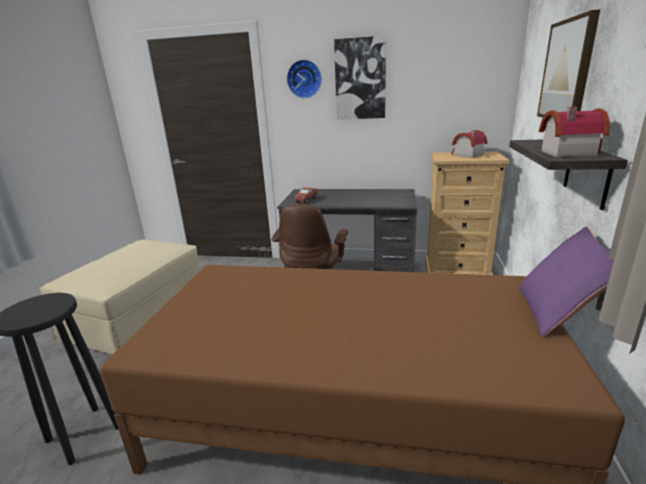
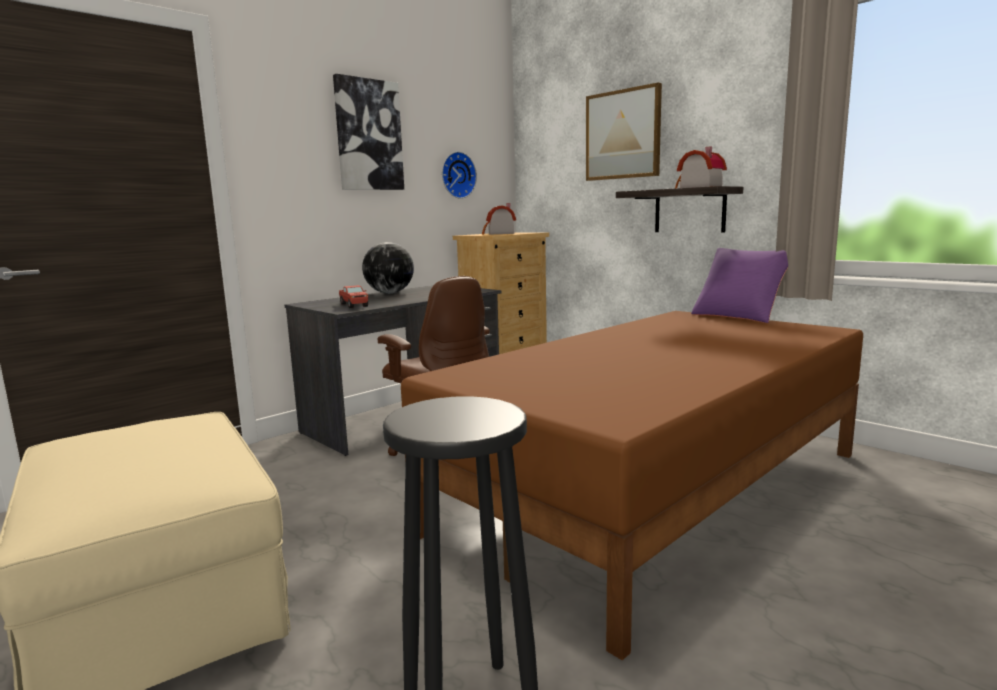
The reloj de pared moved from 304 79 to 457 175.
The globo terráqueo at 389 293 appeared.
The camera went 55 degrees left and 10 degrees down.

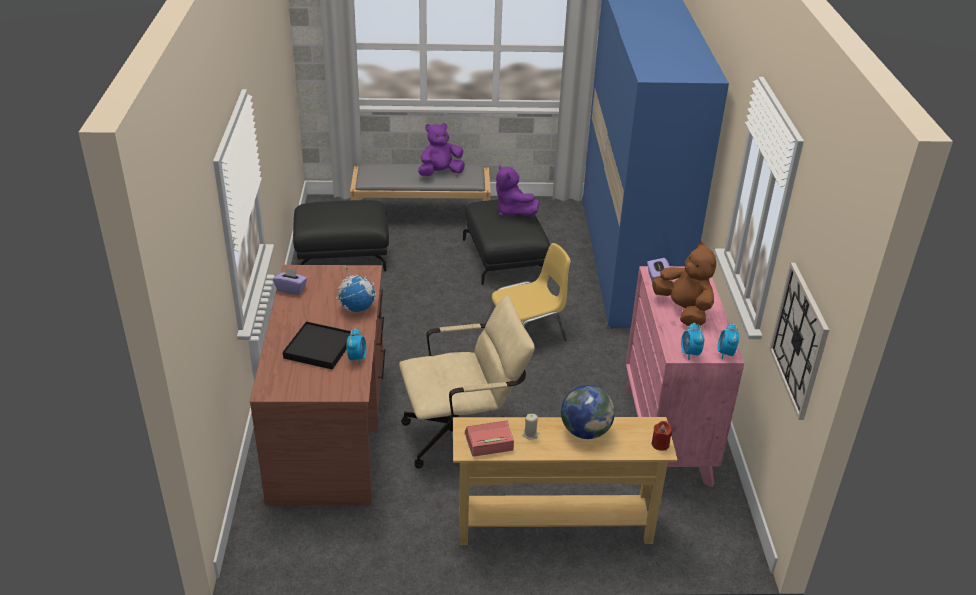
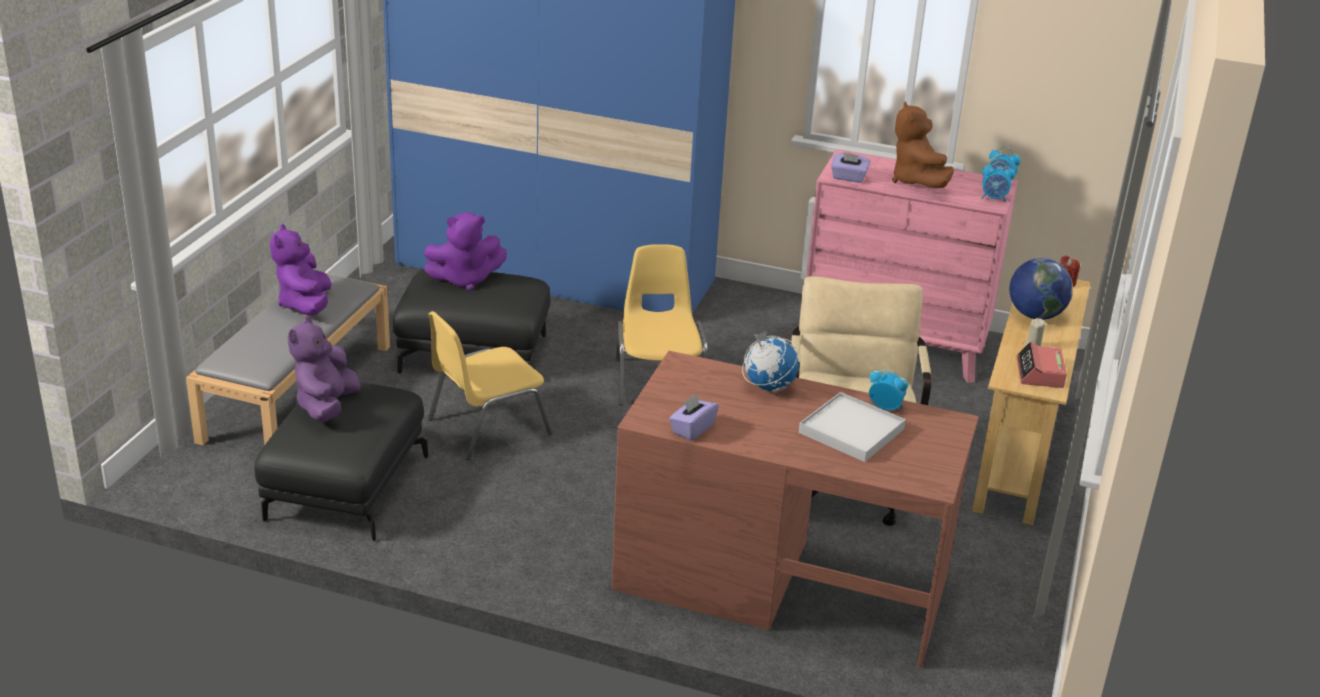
The bandeja [negro] at 319 348 became the bandeja [blanco] at 851 431.
The peluche [marrón] at 684 310 turned 90 degrees counterclockwise.
The reloj de pared at 799 340 disappeared.
The peluche [morado] at 326 406 appeared.
The silla [amarillo] at 486 427 appeared.
The camera went 70 degrees left and 5 degrees down.

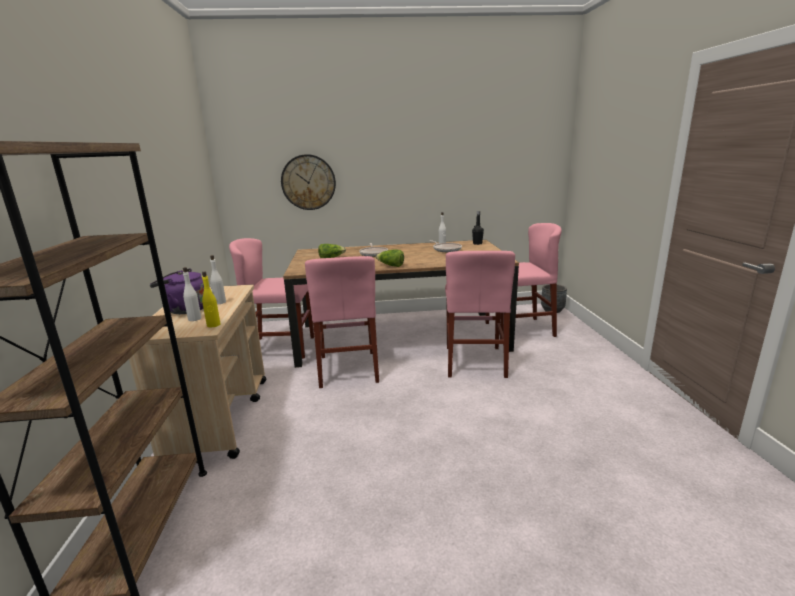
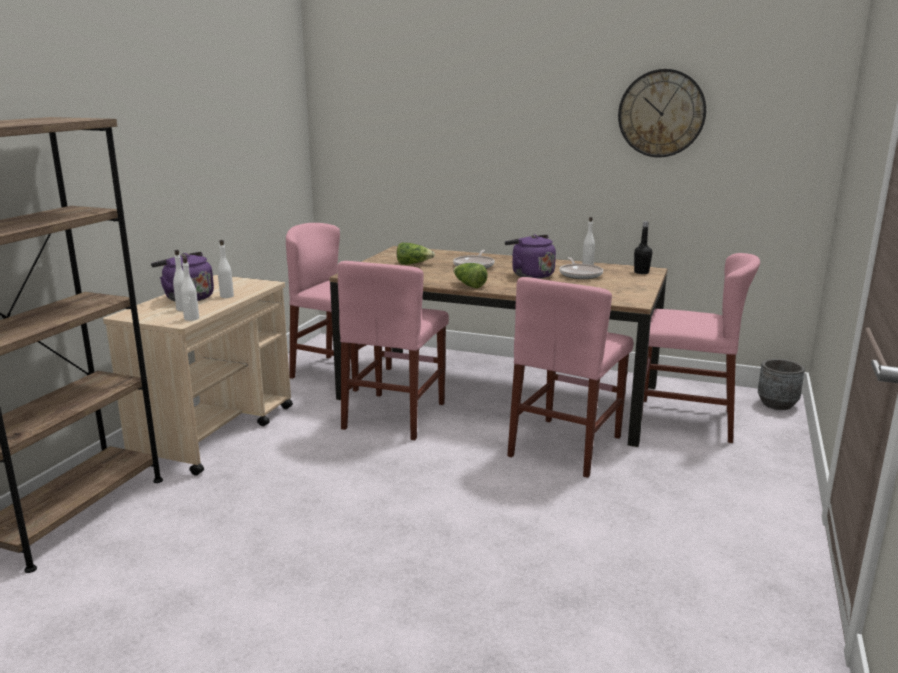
The botella [amarillo] at 213 325 became the botella [blanco] at 191 318.
The reloj de pared moved from 308 182 to 661 113.
The hervidor [morado] at 530 275 appeared.
The camera went 25 degrees right and 0 degrees up.

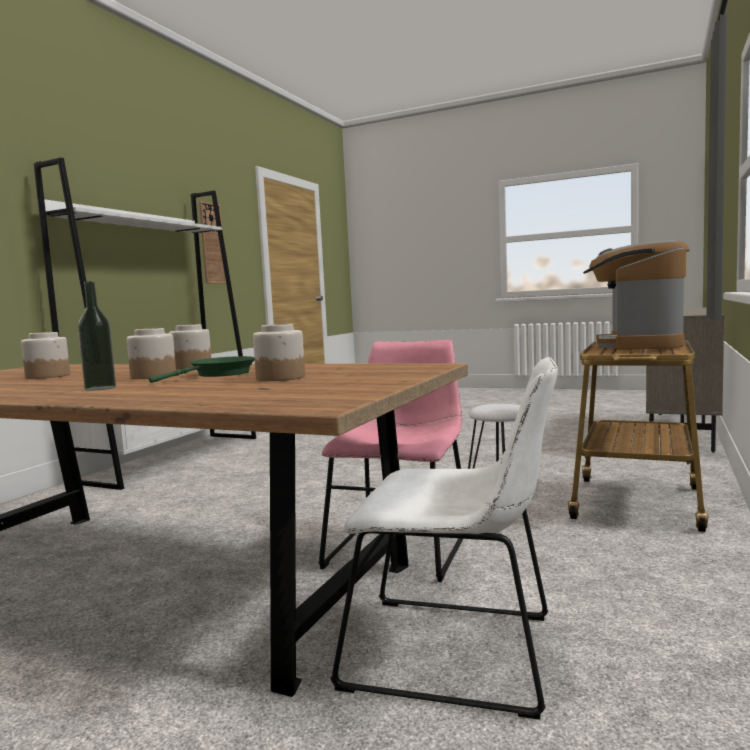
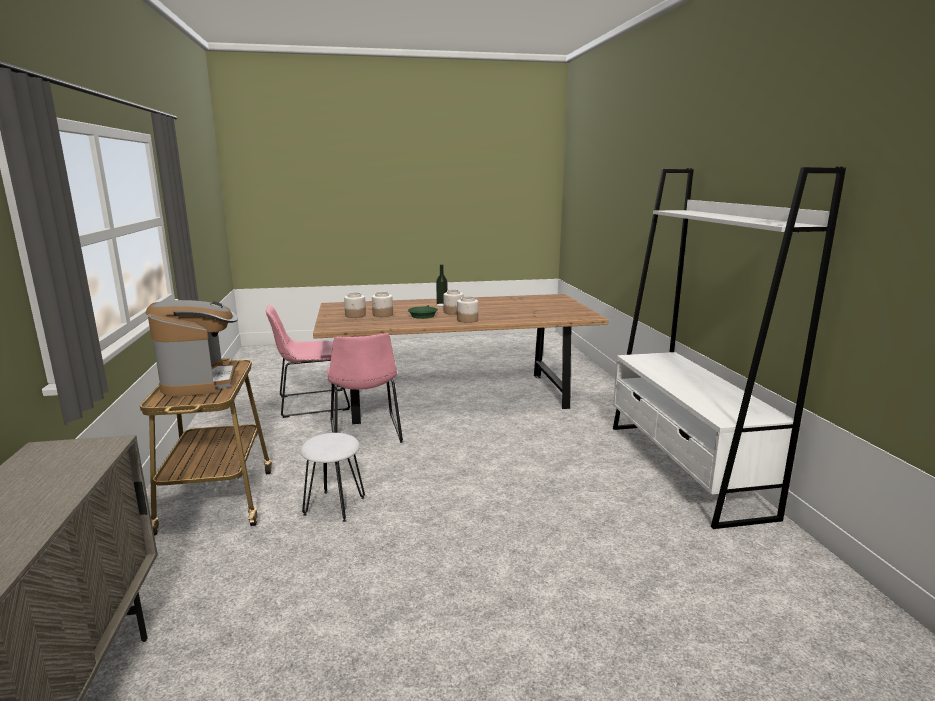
The tarro moved from 48 376 to 355 315.
The reloj de pared at 212 243 disappeared.
The silla [blanco] at 460 653 became the silla [rosa] at 310 403.
The camera went 145 degrees right and 10 degrees up.

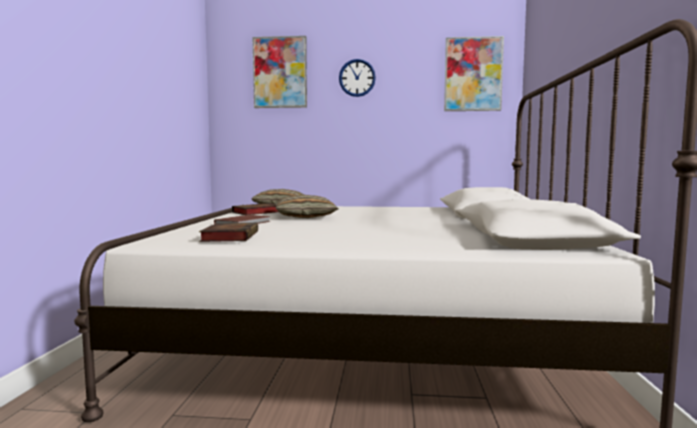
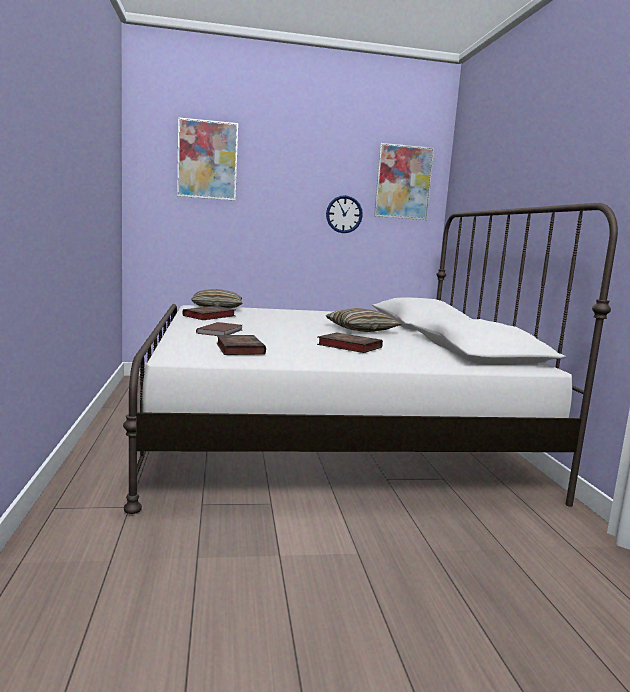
The cojín moved from 305 216 to 361 330.
The reloj de pared moved from 357 78 to 344 214.
The libro at 347 346 appeared.
The camera went 15 degrees left and 5 degrees up.

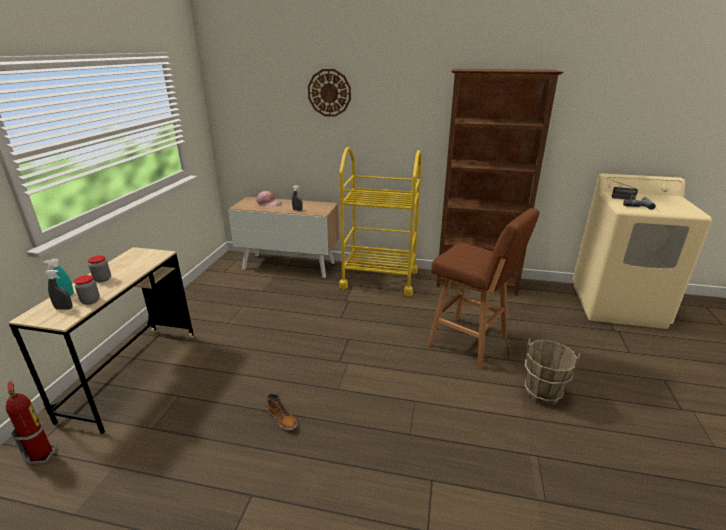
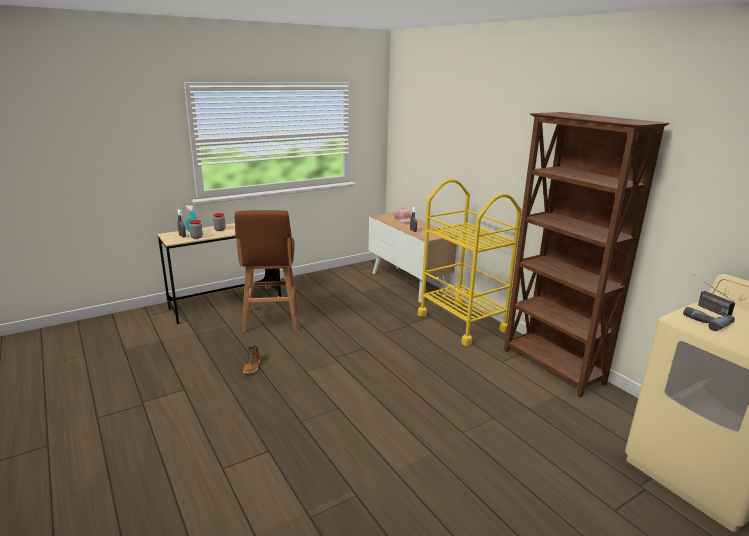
The extintor at 42 455 disappeared.
The reloj de pared at 329 93 disappeared.
The taburete [marrón] moved from 470 343 to 271 321.
The cubo [marrón] at 542 393 disappeared.
The camera went 45 degrees right and 5 degrees down.

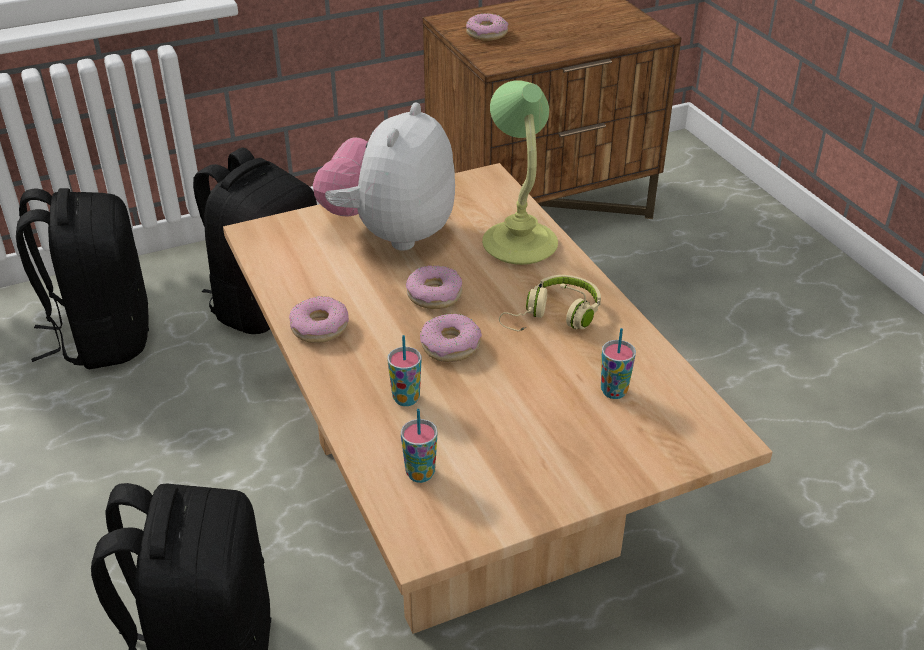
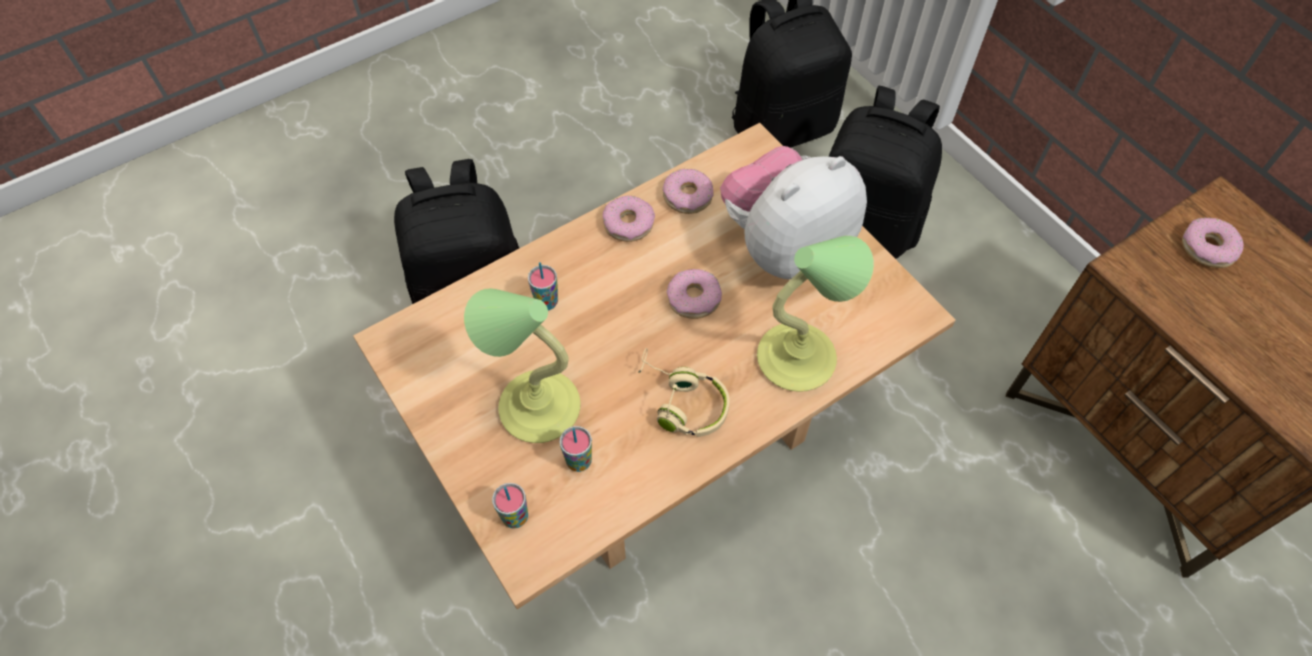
The peluche at 391 233 turned 45 degrees counterclockwise.
The taza moved from 420 473 to 515 517.
The rosquilla moved from 450 346 to 687 196.
The lámpara de mesa at 536 405 appeared.
The camera went 80 degrees right and 20 degrees up.

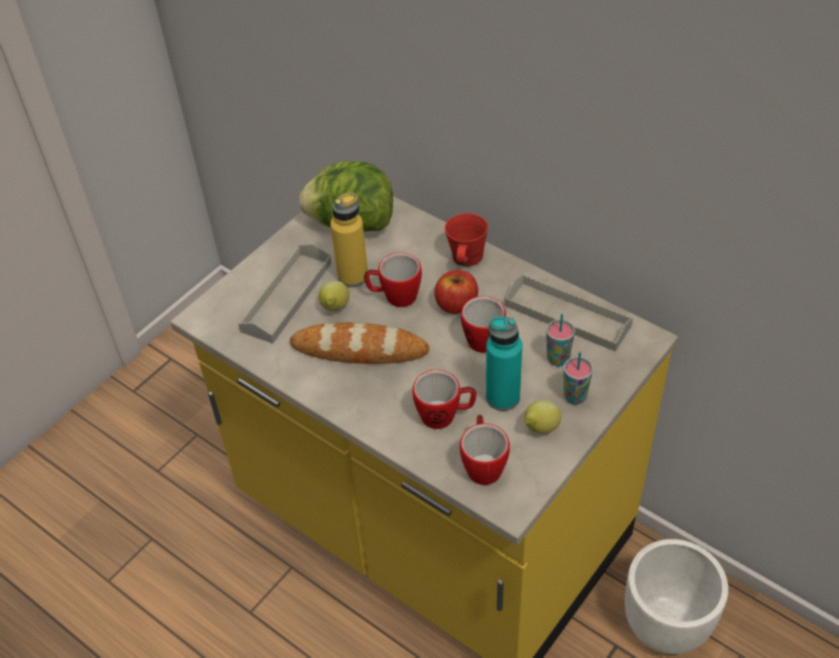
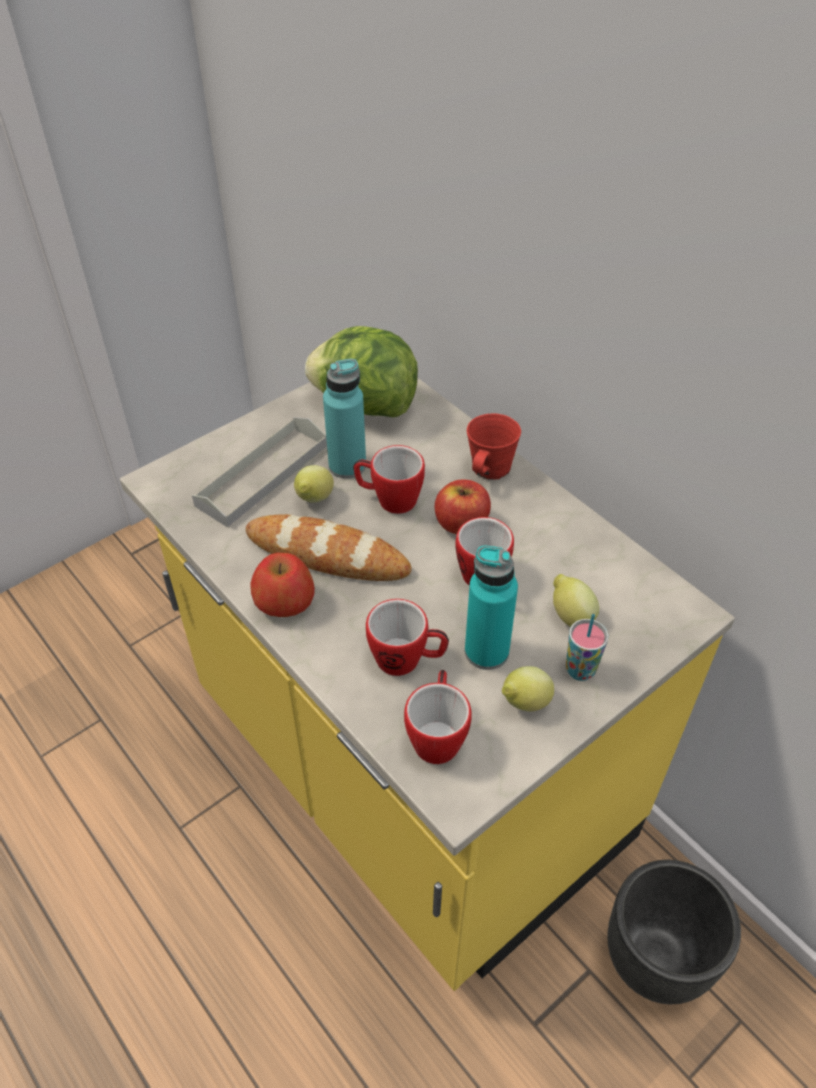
The botella [amarillo] at 353 276 became the botella [turquesa] at 347 465.
The bandeja [gris] at 567 316 disappeared.
The taza at 558 359 was replaced by the limón at 570 616.
The maceta [blanco] at 667 625 became the maceta [negro] at 657 959.
The manzana at 284 602 appeared.
The camera went 10 degrees right and 0 degrees up.

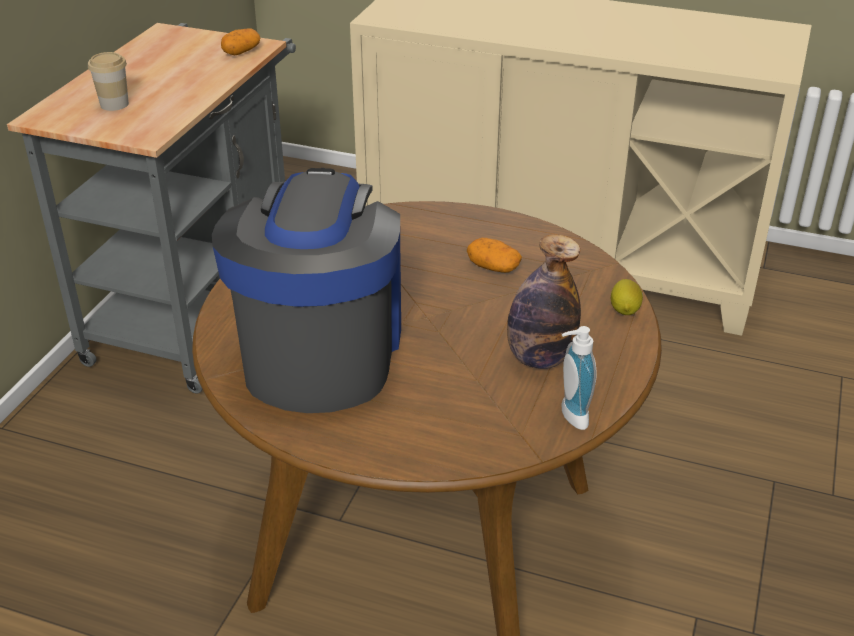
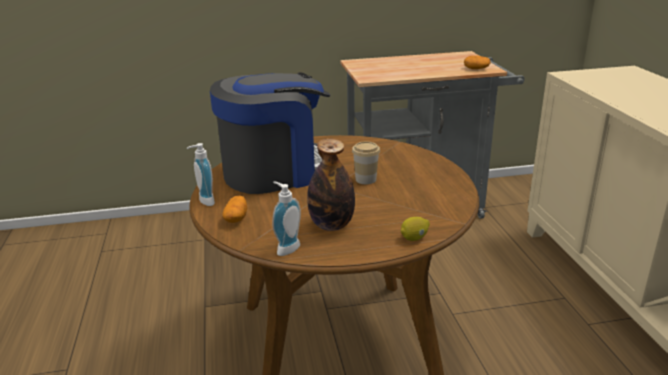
The taza moved from 114 104 to 365 179.
The patata moved from 493 267 to 236 218.
The dispensador de jabón at 204 202 appeared.
The camera went 60 degrees right and 10 degrees down.

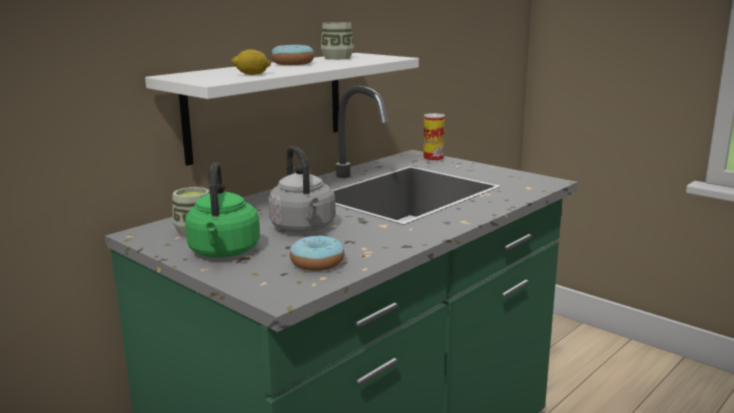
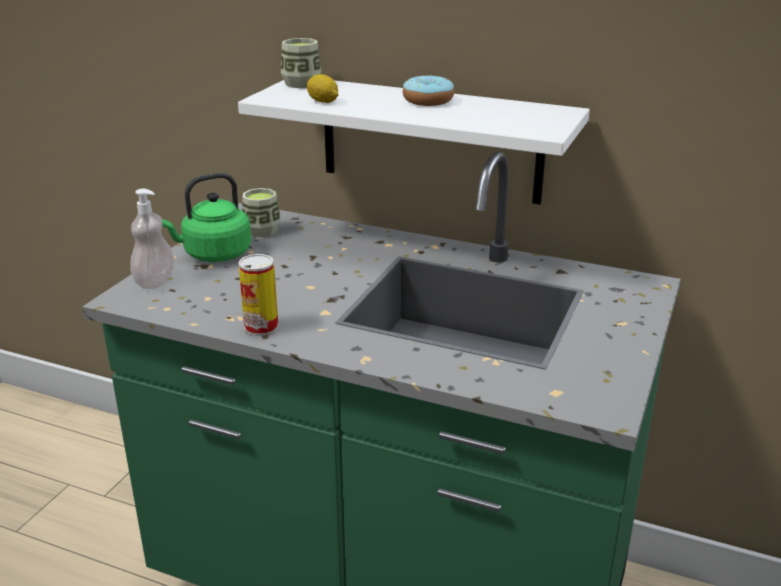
The hervidor [gris] at 304 228 disappeared.
The rosquilla at 317 263 disappeared.
The taza moved from 337 58 to 301 84.
The lata moved from 433 159 to 261 327.
The dispensador de jabón at 155 282 appeared.
The camera went 70 degrees right and 10 degrees up.

